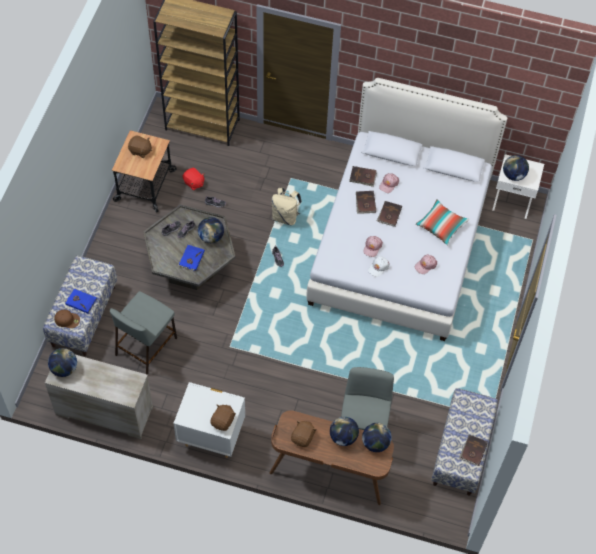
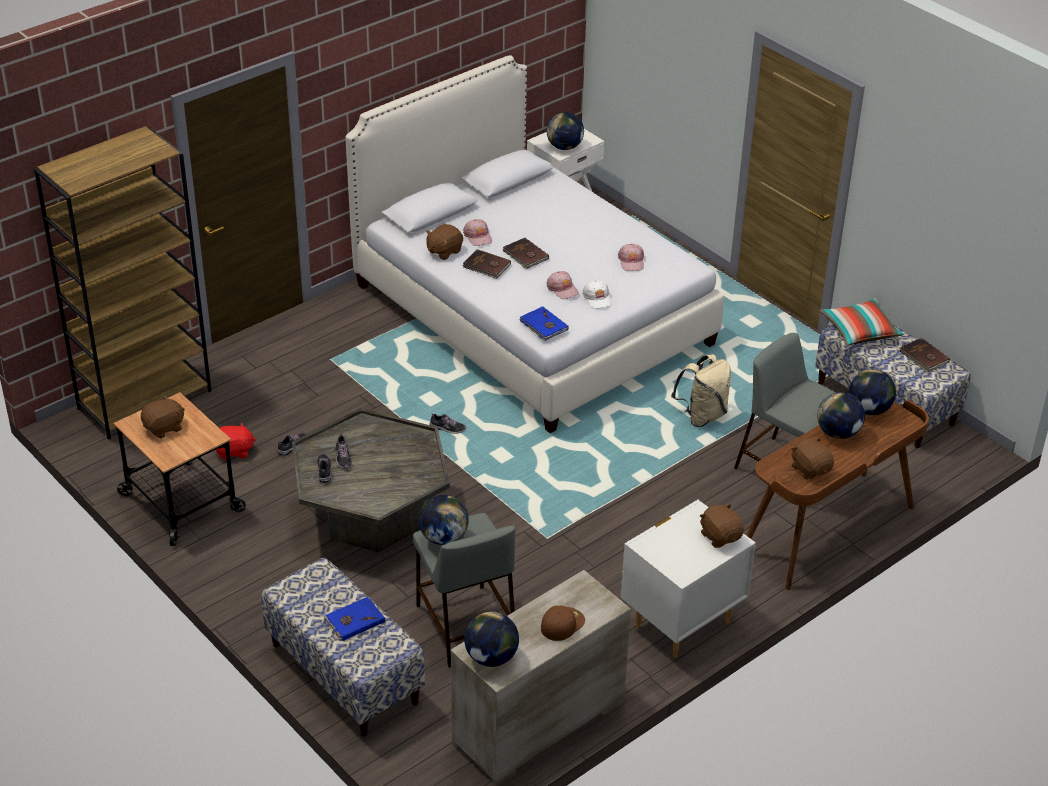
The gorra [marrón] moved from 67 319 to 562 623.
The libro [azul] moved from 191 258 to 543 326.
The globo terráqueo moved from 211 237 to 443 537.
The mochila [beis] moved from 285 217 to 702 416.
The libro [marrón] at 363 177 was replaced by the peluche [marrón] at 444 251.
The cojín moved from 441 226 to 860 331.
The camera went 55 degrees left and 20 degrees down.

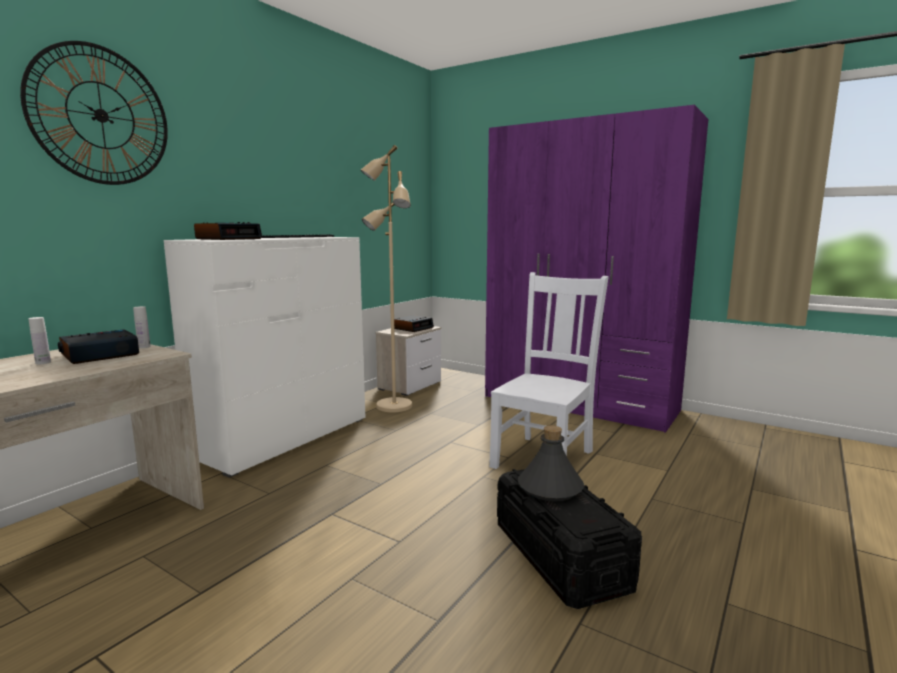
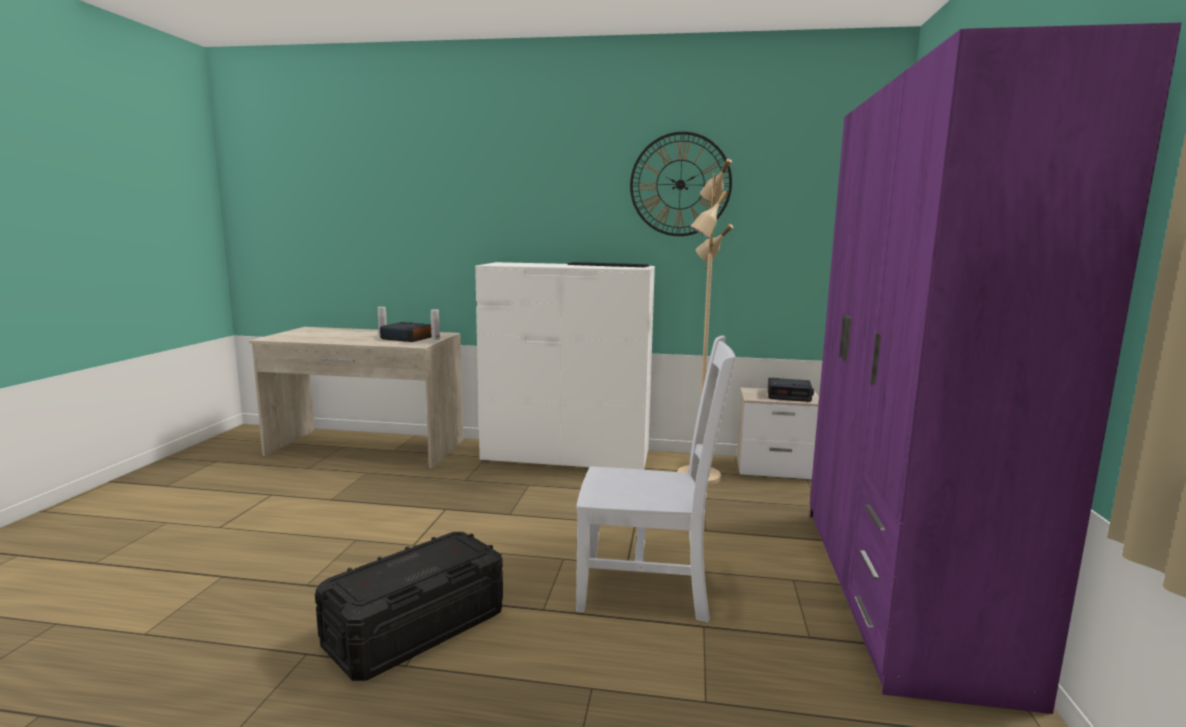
The reloj de pared moved from 101 115 to 680 184.
The despertador at 229 239 disappeared.
The botella [gris] at 550 488 disappeared.
The camera went 65 degrees right and 0 degrees up.

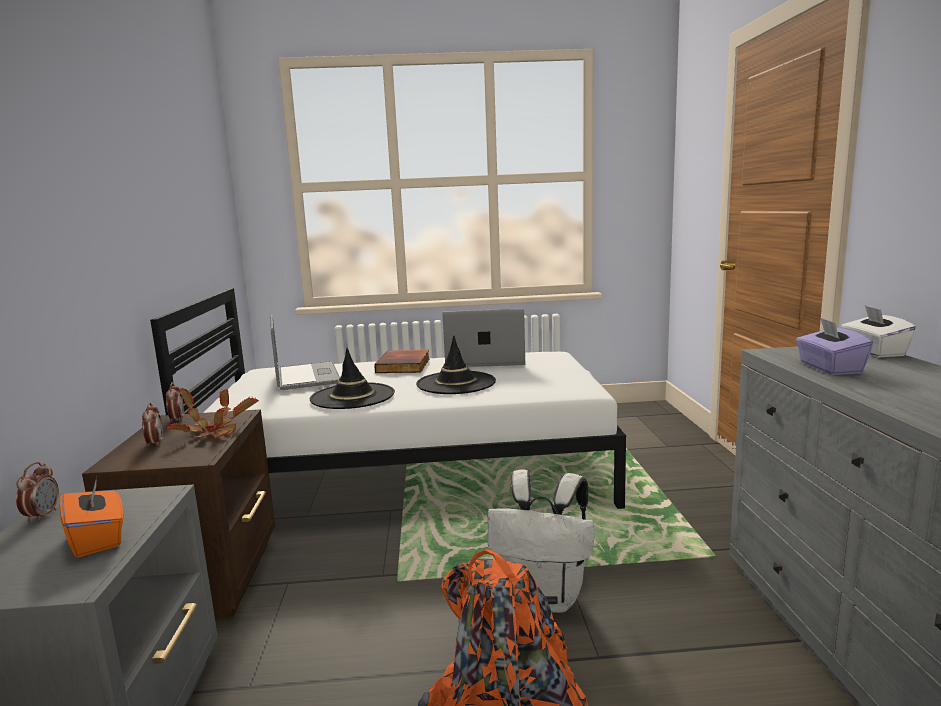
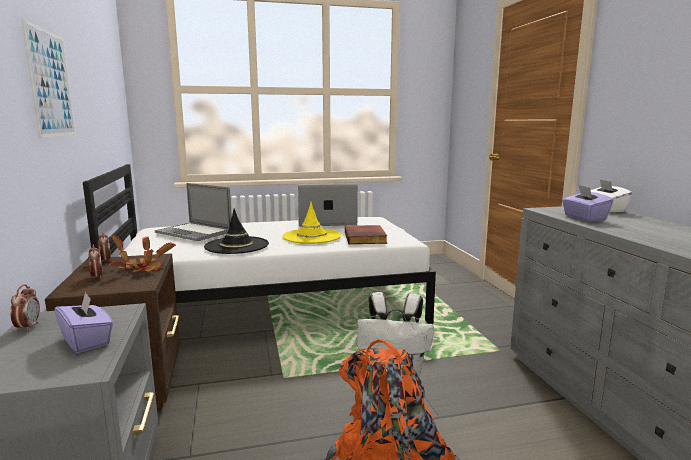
The caja de pañuelos [naranja] at 98 539 became the caja de pañuelos [morado] at 87 341.
The portátil at 306 376 turned 150 degrees clockwise.
The libro moved from 404 365 to 366 238.
The sombrero [negro] at 456 383 became the sombrero [amarillo] at 311 236.
The cuadro at 51 84 appeared.
The camera went 10 degrees left and 0 degrees up.

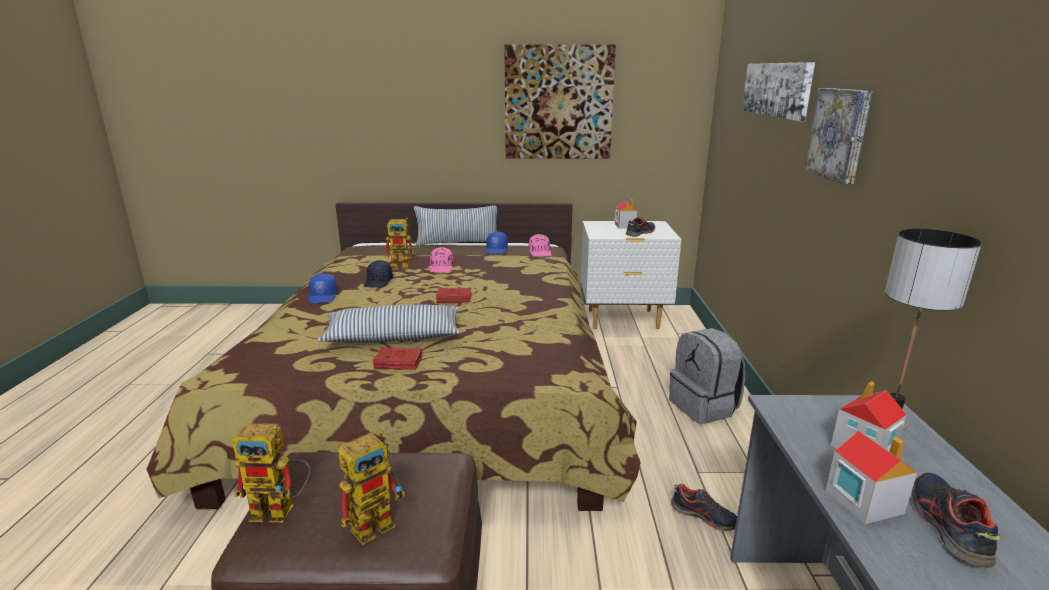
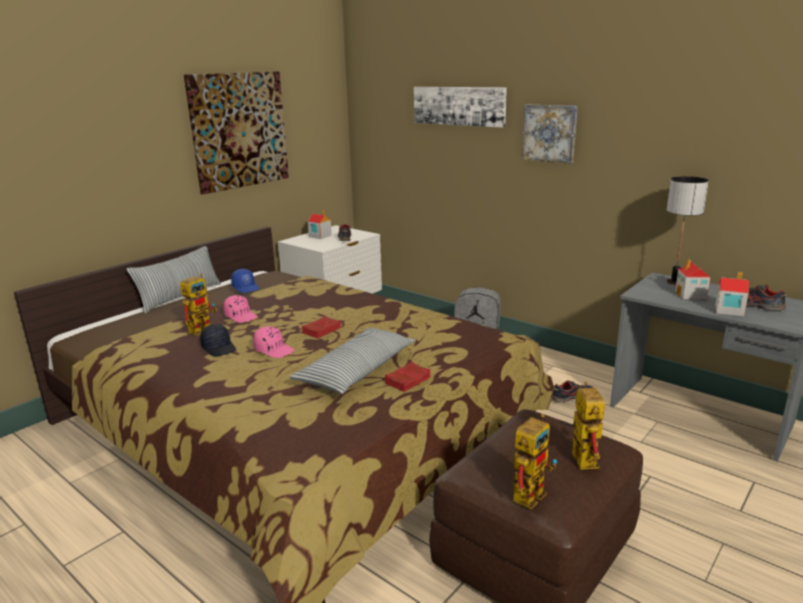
The gorra [azul] at 323 297 disappeared.
The gorra [rosa] moved from 540 253 to 274 350.
The camera went 50 degrees left and 0 degrees up.

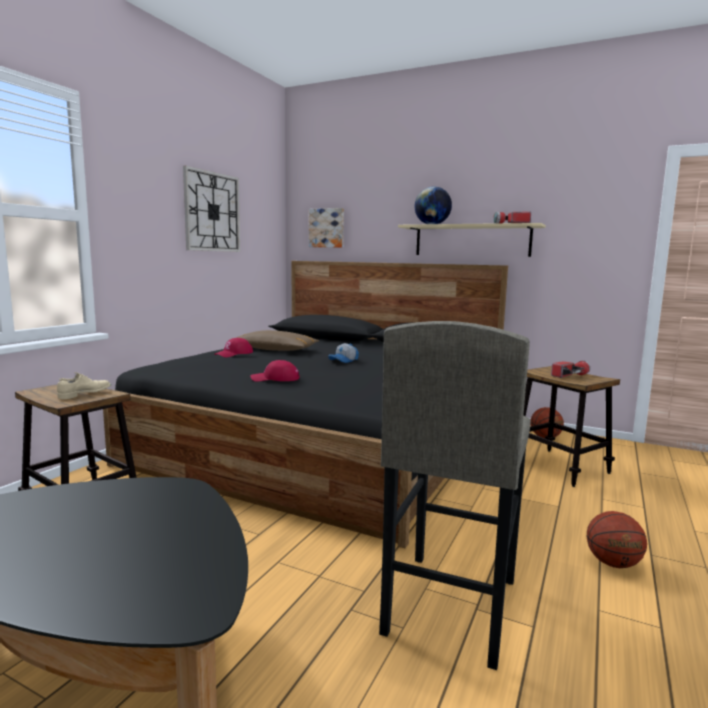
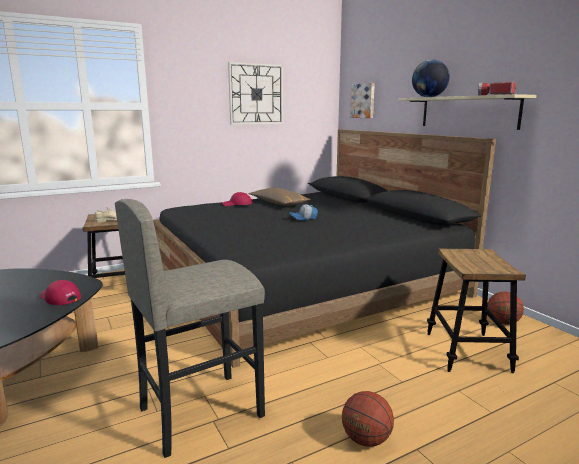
The gorra [rojo] moved from 275 379 to 59 298.
The linterna at 570 376 disappeared.
The camera went 35 degrees right and 5 degrees up.

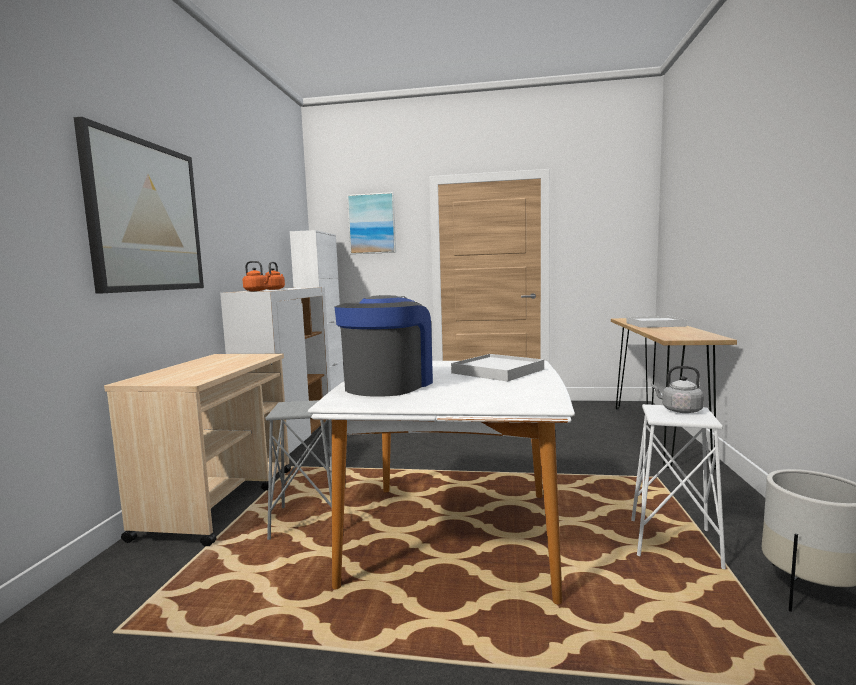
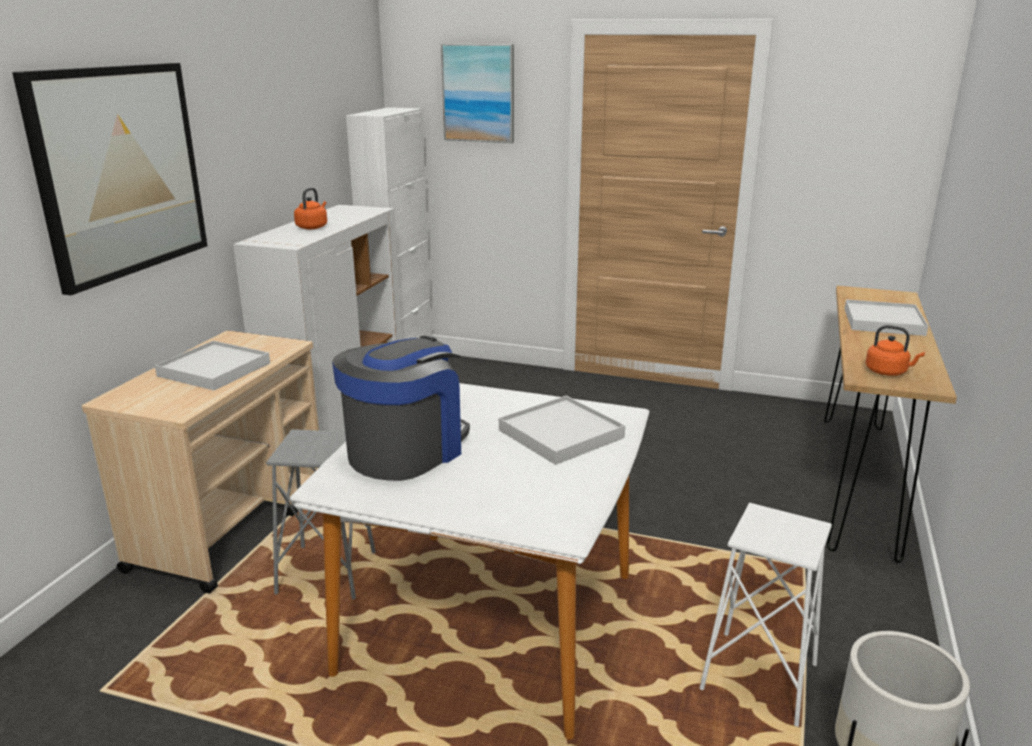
The hervidor [naranja] moved from 257 290 to 888 372.
The hervidor [gris] at 679 410 disappeared.
The bandeja [blanco] at 214 369 appeared.
The camera went 10 degrees right and 15 degrees up.

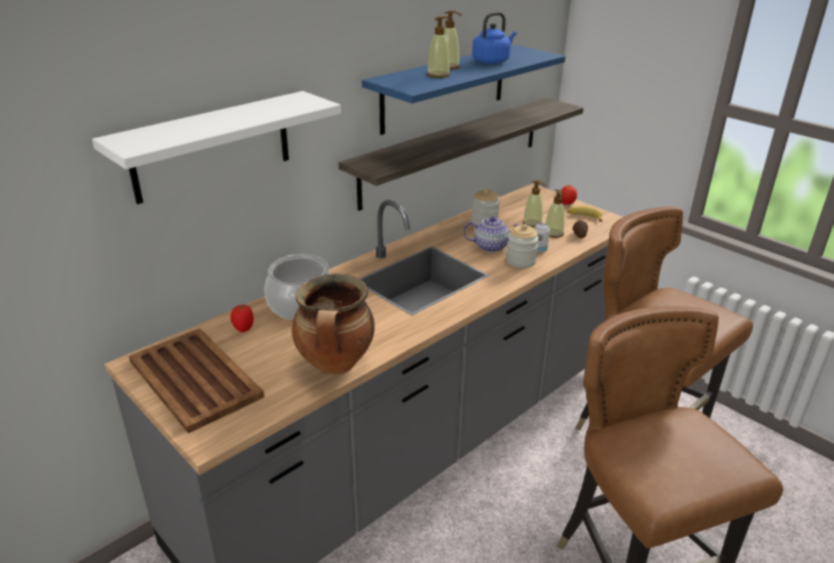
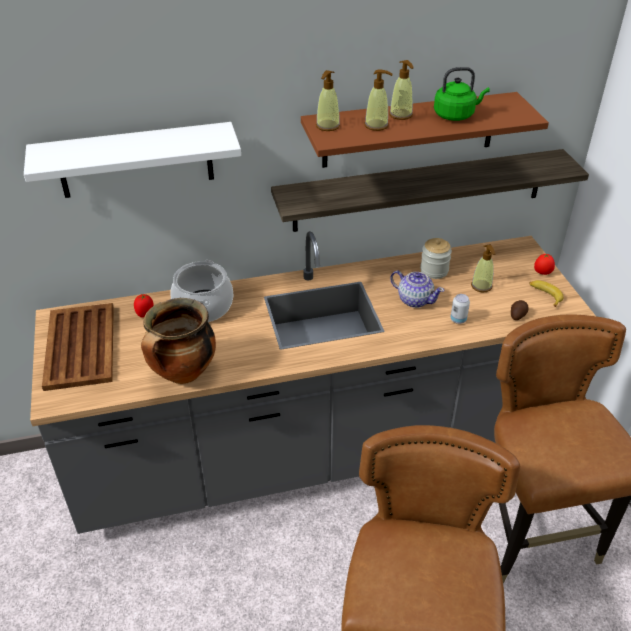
The estante [azul] at 444 88 became the estante [marrón] at 409 130.
The hervidor [azul] at 492 61 became the hervidor [verde] at 456 115.
The tarro at 520 261 disappeared.
The dispensador de jabón moved from 553 233 to 327 126.
The camera went 30 degrees right and 10 degrees up.

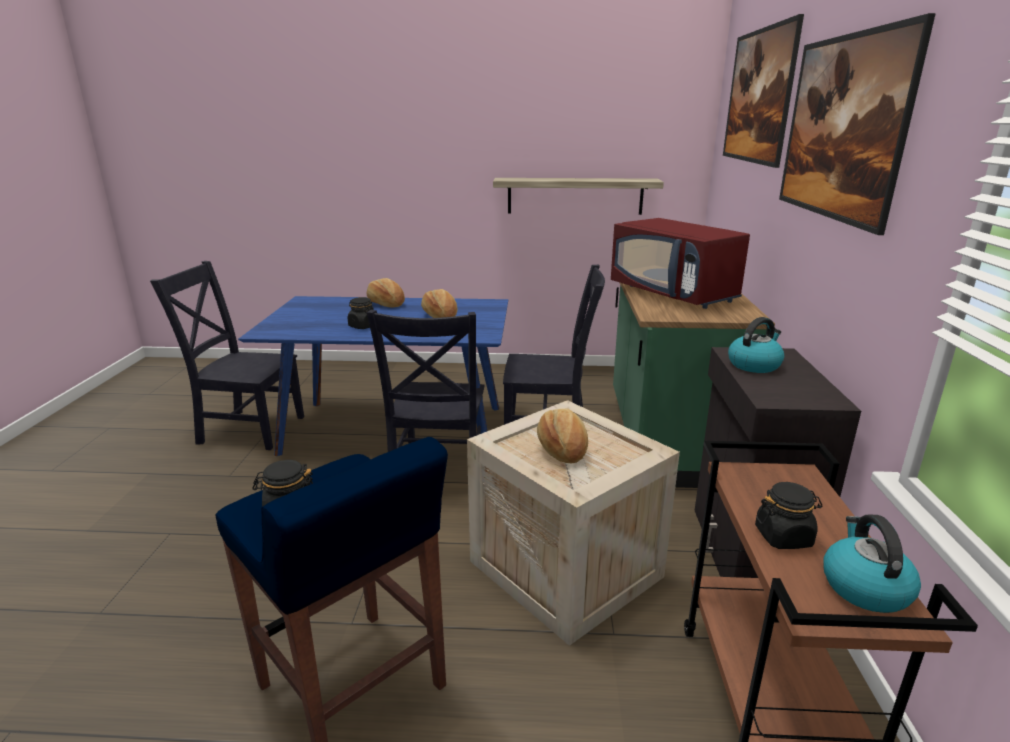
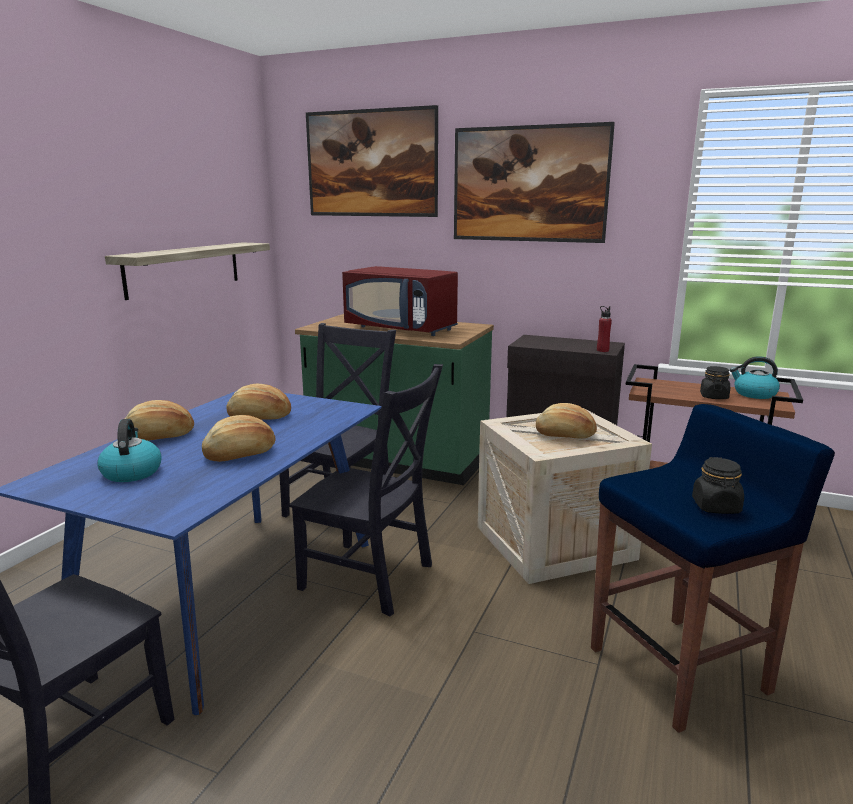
The tarro [negro] at 363 326 was replaced by the pan at 240 454.
The microondas [rojo] at 673 294 turned 45 degrees clockwise.
The hervidor moved from 754 365 to 131 472.
The botella [rojo] at 602 350 appeared.
The camera went 70 degrees left and 5 degrees down.

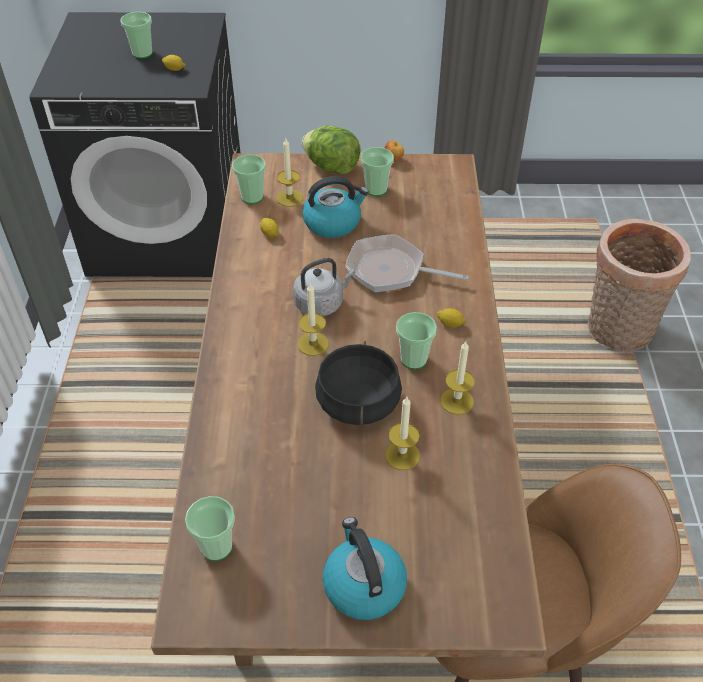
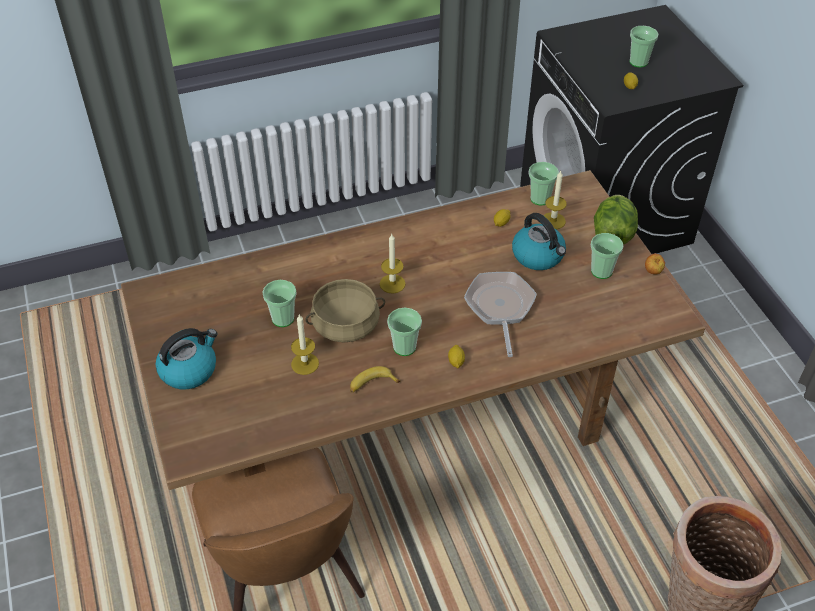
The taza moved from 216 546 to 283 319.
The hervidor [gris] at 321 303 disappeared.
The olla [negro] at 359 402 became the olla [beis] at 345 326.
The vela at 457 401 was replaced by the plátano at 372 384.
The camera went 70 degrees right and 0 degrees up.

